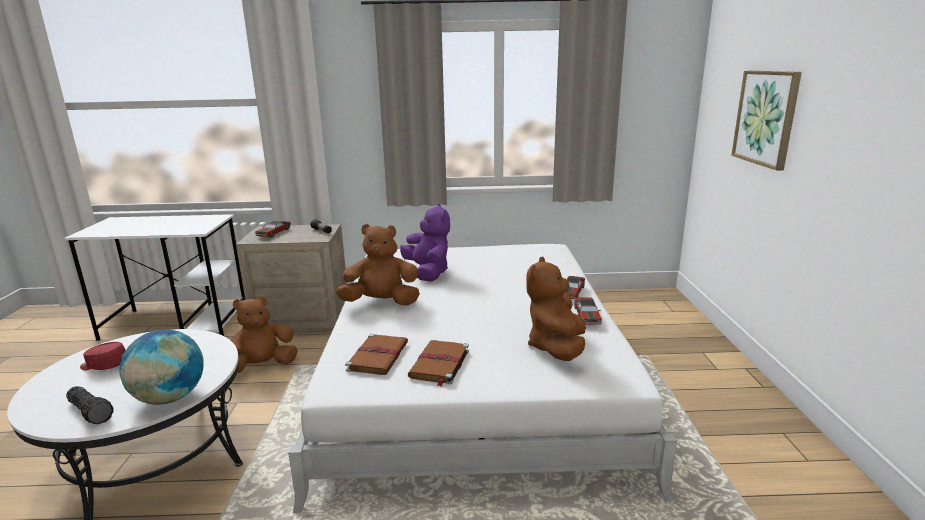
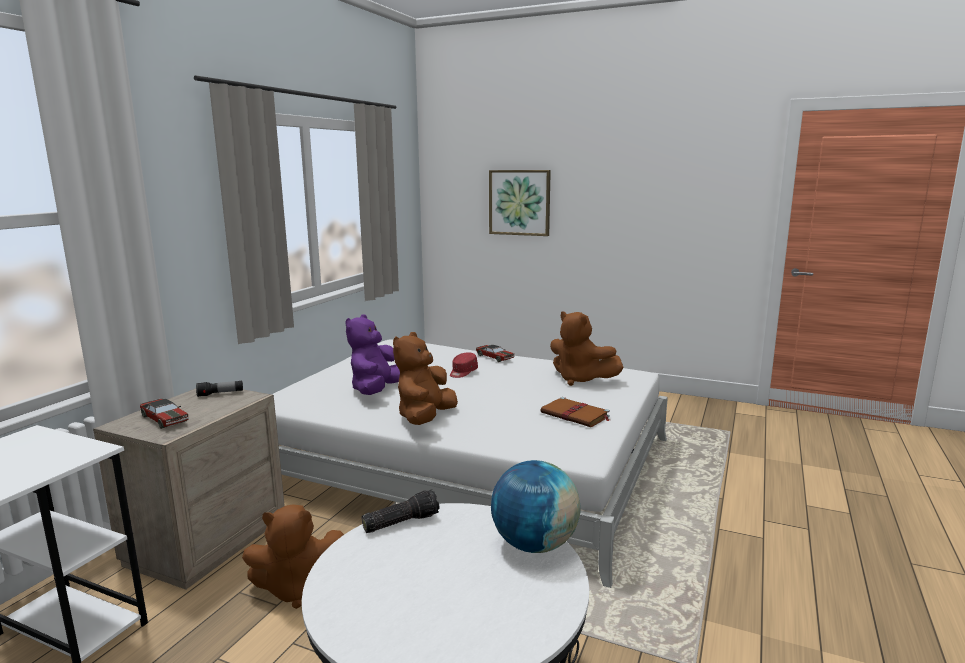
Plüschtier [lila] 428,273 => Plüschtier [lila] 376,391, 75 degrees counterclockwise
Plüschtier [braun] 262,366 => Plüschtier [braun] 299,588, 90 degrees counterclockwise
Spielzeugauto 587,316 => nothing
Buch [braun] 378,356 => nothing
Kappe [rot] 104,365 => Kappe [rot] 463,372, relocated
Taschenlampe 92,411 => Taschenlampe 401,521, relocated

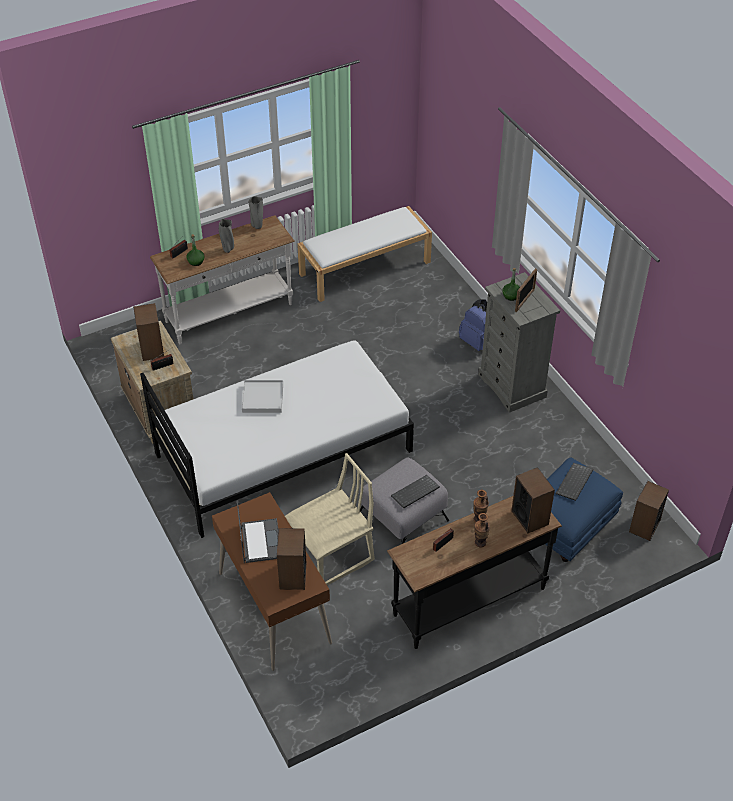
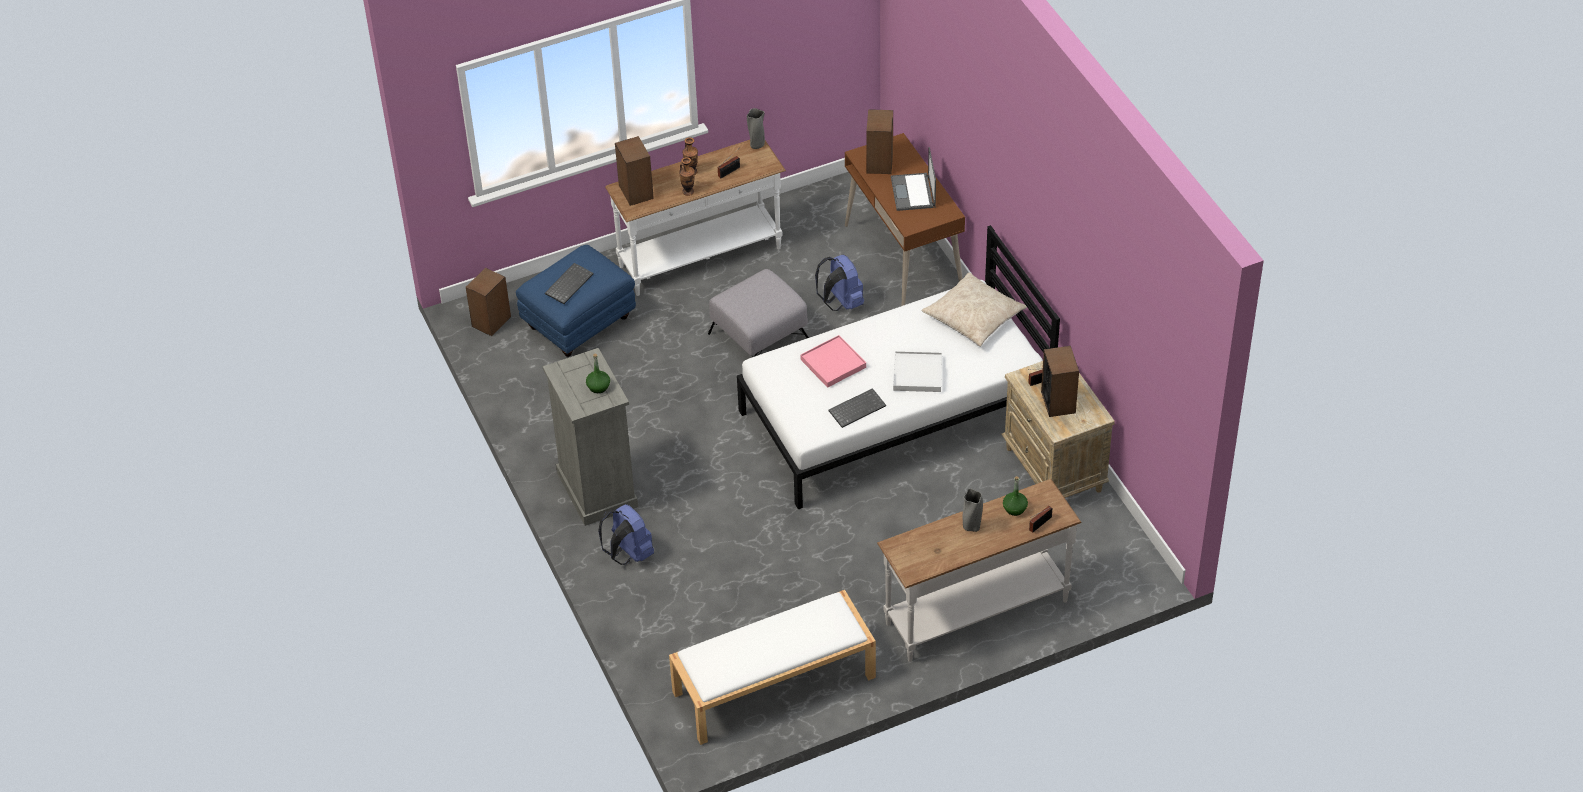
Vase [grau] 257,226 => Vase [grau] 757,145, relocated
Bilderrahmen 524,300 => nothing
Stuhl [beige] 332,555 => Rucksack [blau] 841,303
Tastatur 415,493 => Tastatur 857,408, relocated
Konsolentisch [schwarz] 468,600 => Konsolentisch [weiß] 701,258
nothing => Kissen [beige] 973,317
nothing => Tablett [rosa] 833,363

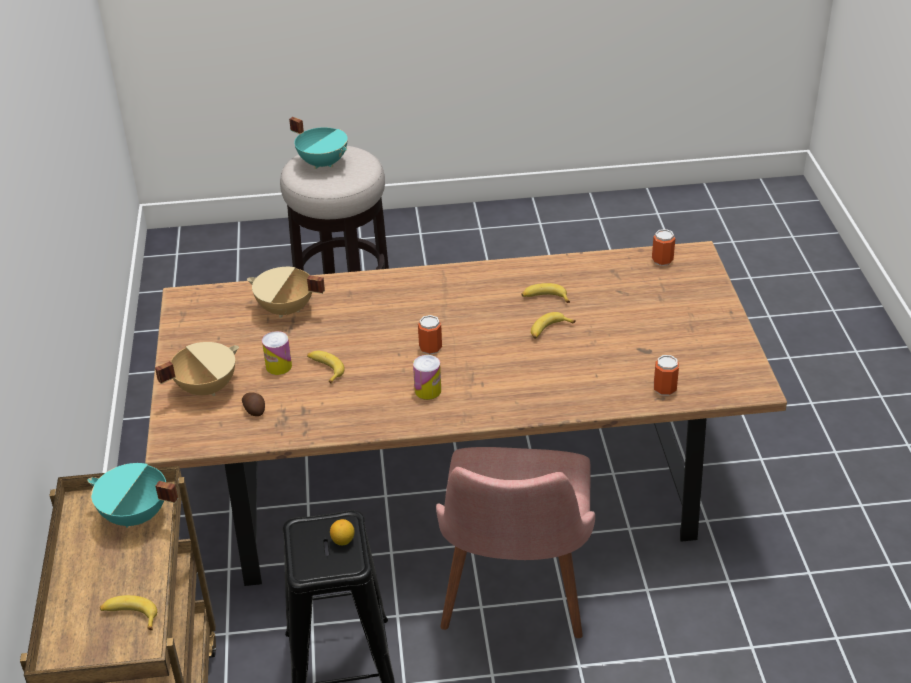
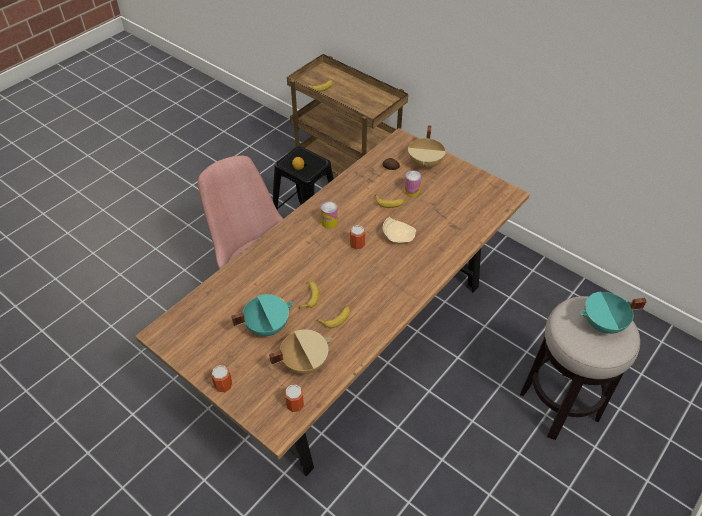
Kochtopf [beige] 285,310 => Kochtopf [beige] 304,362, relocated
Dose 664,389 => Dose 223,385, relocated
Kochtopf [türkis] 135,516 => Kochtopf [türkis] 267,326, relocated
nothing => Teller [beige] 398,235

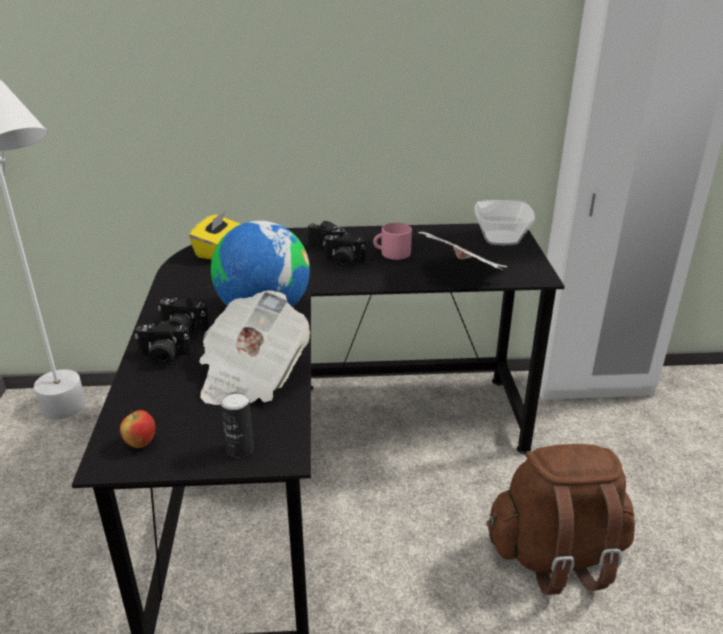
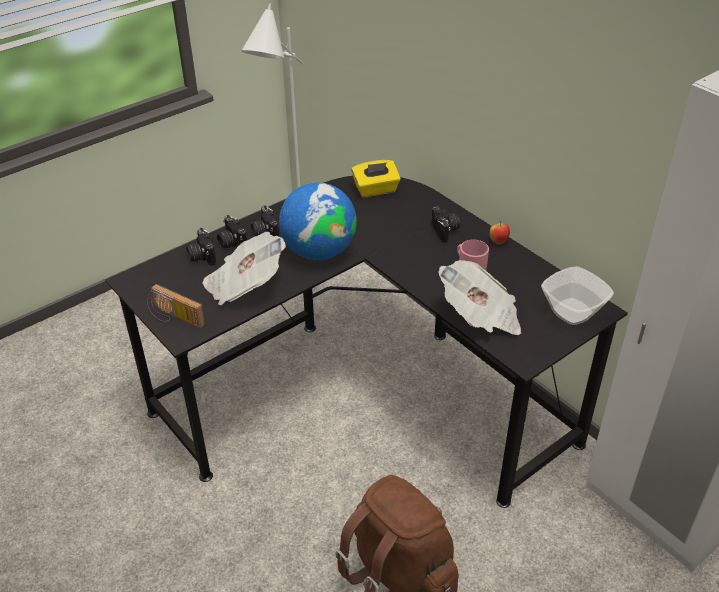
Kamera 343,262 => Kamera 201,256, relocated
Dose 240,449 => Radio 174,318
Apfel 141,443 => Apfel 498,242, relocated

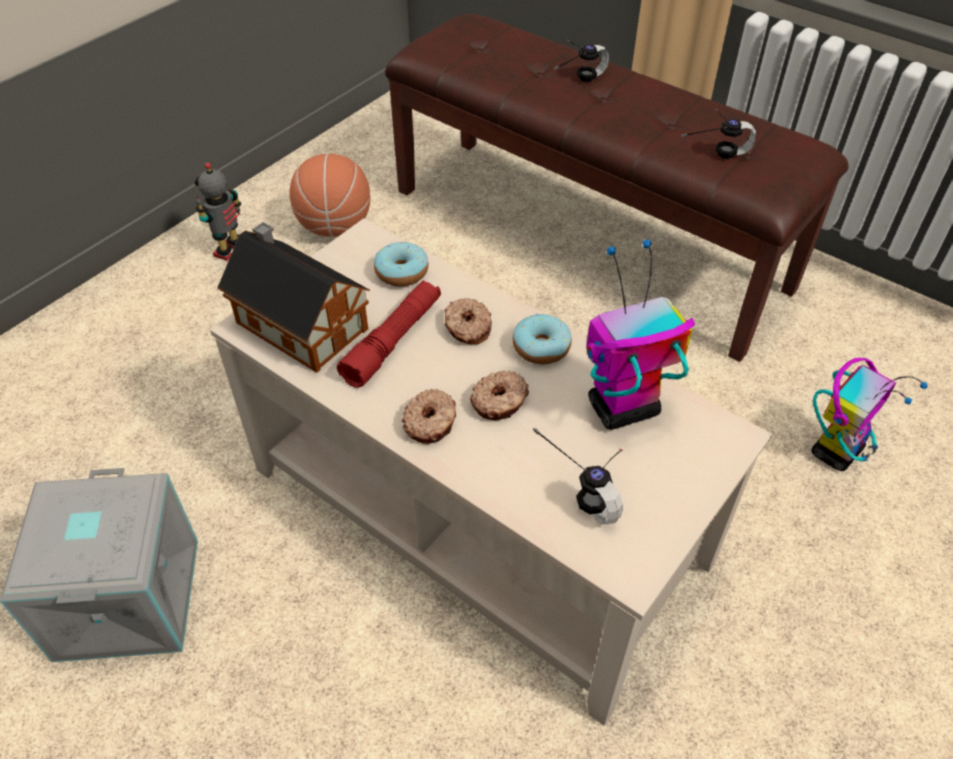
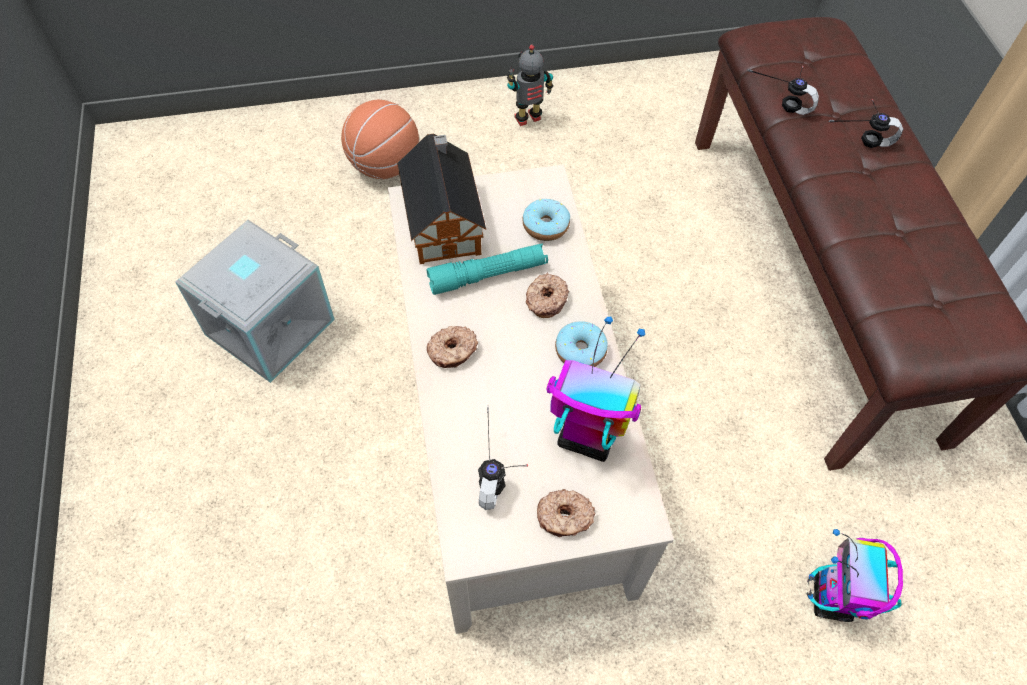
Kopfhörer 709,151 => Kopfhörer 780,99, relocated
Basketball 335,226 => Basketball 385,165, relocated
Taschenlampe [rot] 393,341 => Taschenlampe [türkis] 488,275
Spielzeugroboter 836,451 => Spielzeugroboter 831,599, 105 degrees clockwise
Donut 500,402 => Donut 564,517, relocated

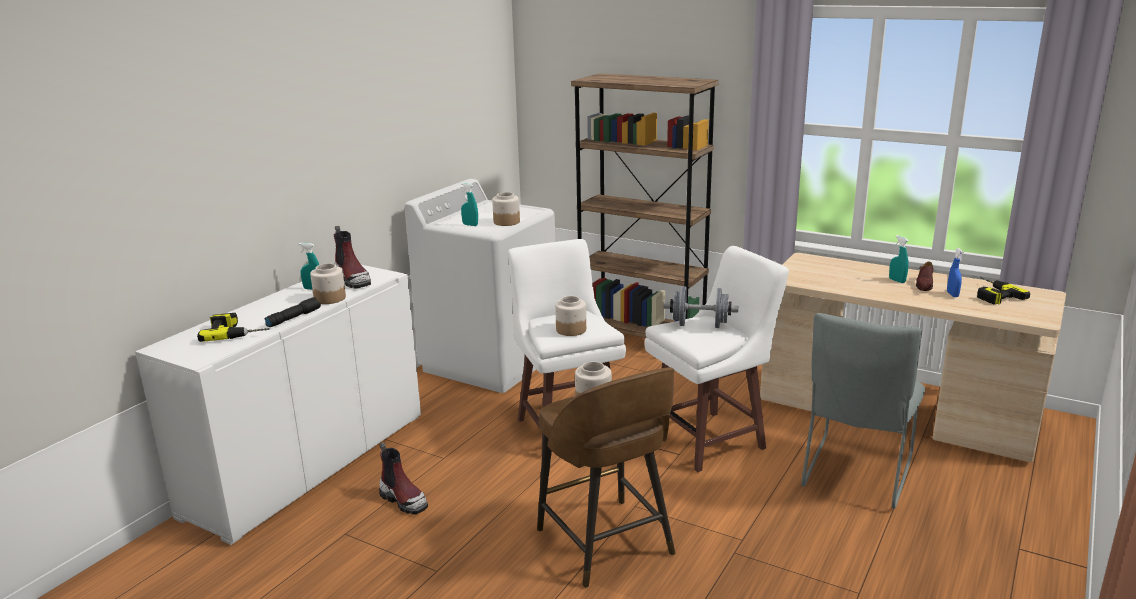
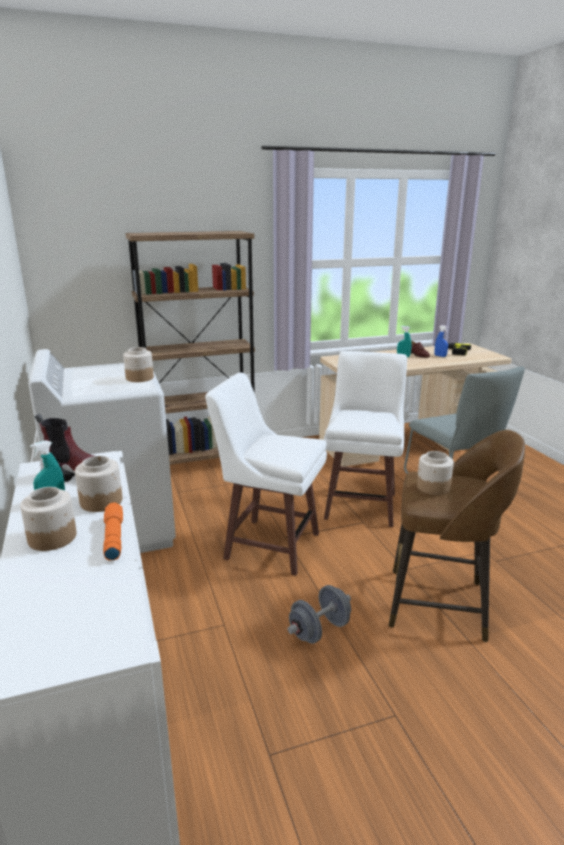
Sprühflasche [türkis] 470,225 => nothing
Hantel [grau] 700,325 => Hantel [grau] 319,630, relocated
Vorratsglas 570,330 => Vorratsglas 51,538, relocated
Taschenlampe [schwarz] 293,318 => Taschenlampe [orange] 113,537
Bohrmaschine 237,331 => nothing
Stiefel 404,500 => nothing

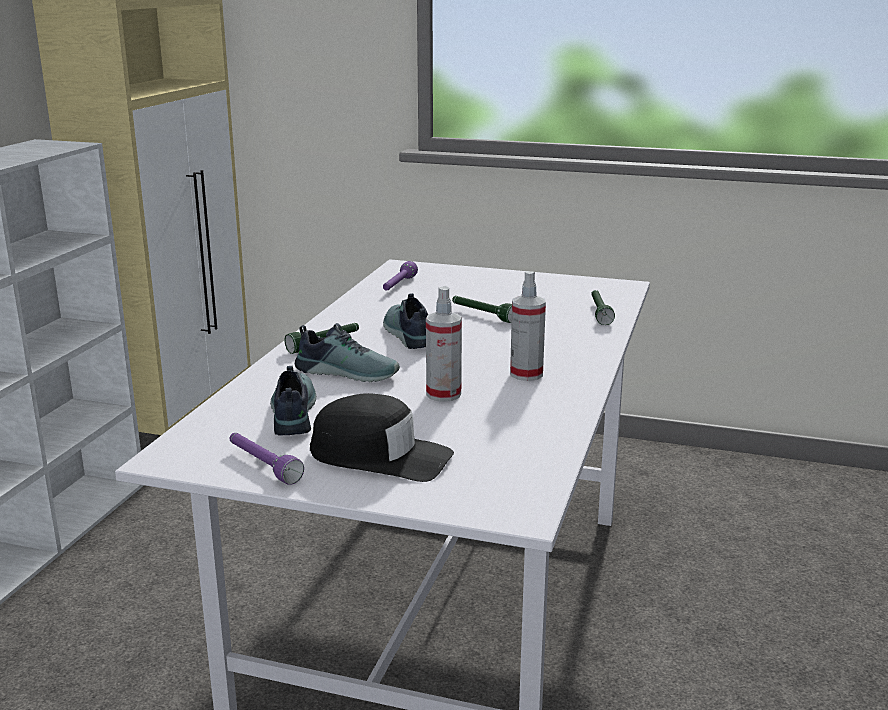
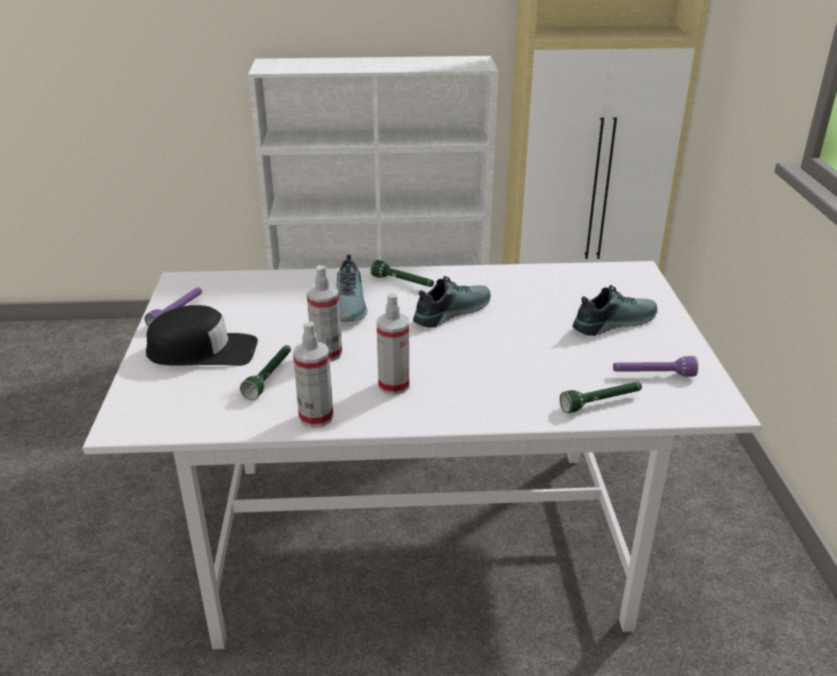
Taschenlampe [lila] 398,285 => Taschenlampe [lila] 652,375, relocated
Taschenlampe [grün] 482,315 => Taschenlampe [grün] 270,377, relocated
Schuh 291,413 => Schuh 612,322, relocated
Kappe [schwarz] 380,456 => Kappe [schwarz] 203,351, 90 degrees counterclockwise
nothing => Sprühflasche 316,417

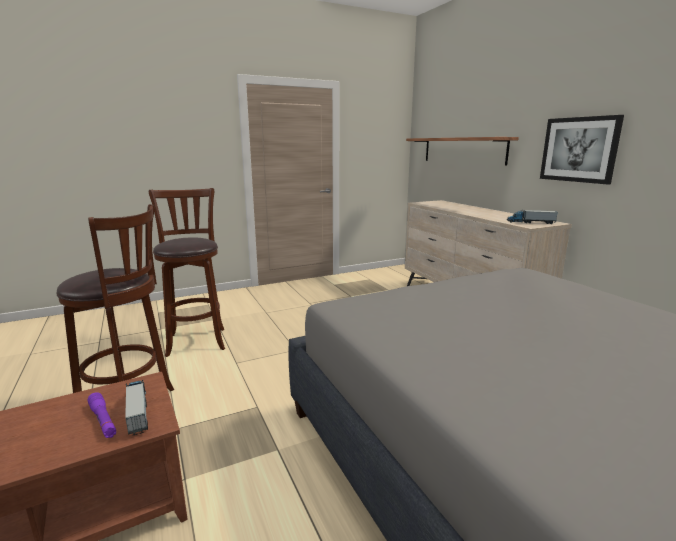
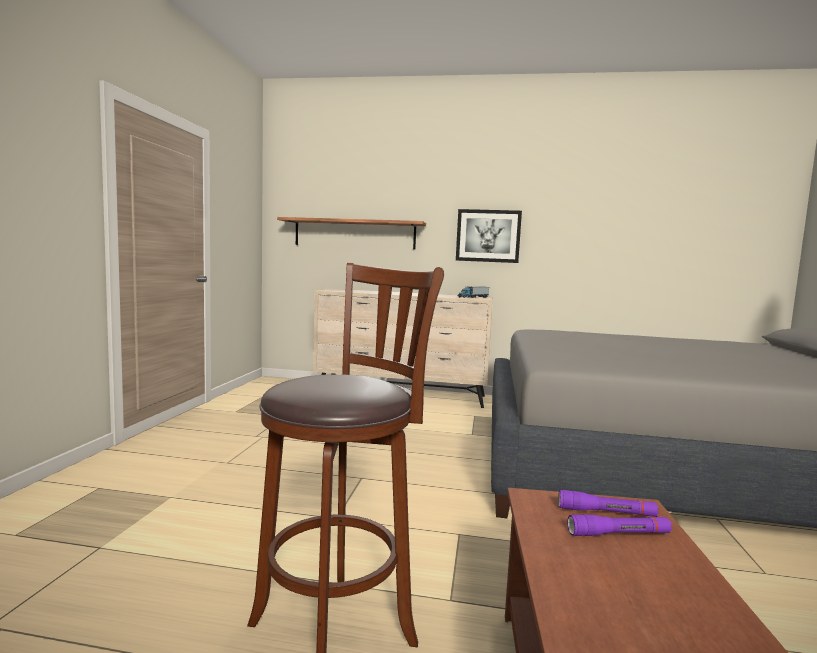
Hocker [braun] 196,340 => nothing
Spielzeuglaster 138,411 => Taschenlampe [lila] 606,512

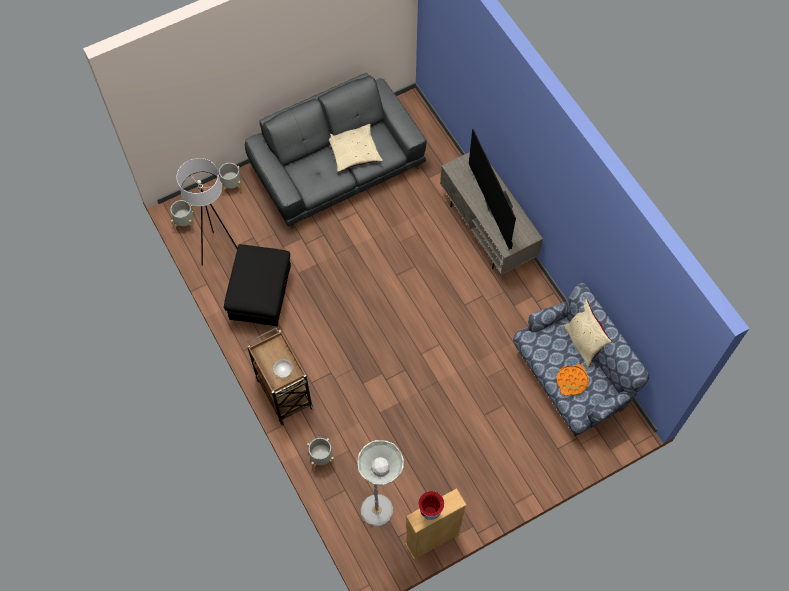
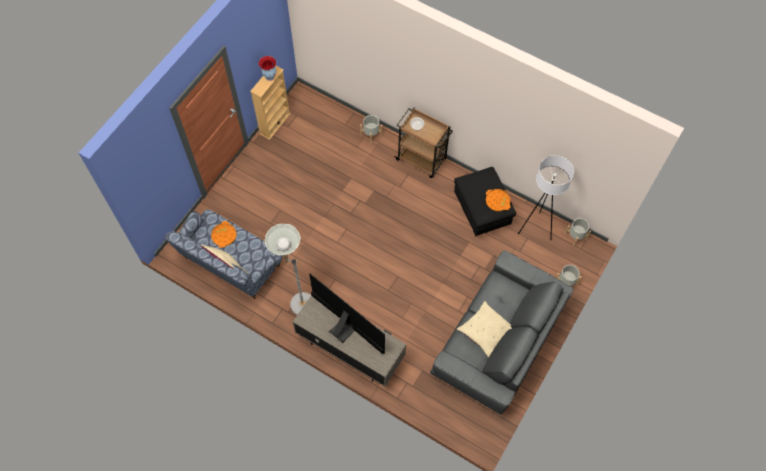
Stehlampe [grau] 381,516 => Stehlampe [grau] 297,301, relocated
nothing => Tablett [orange] 497,201

